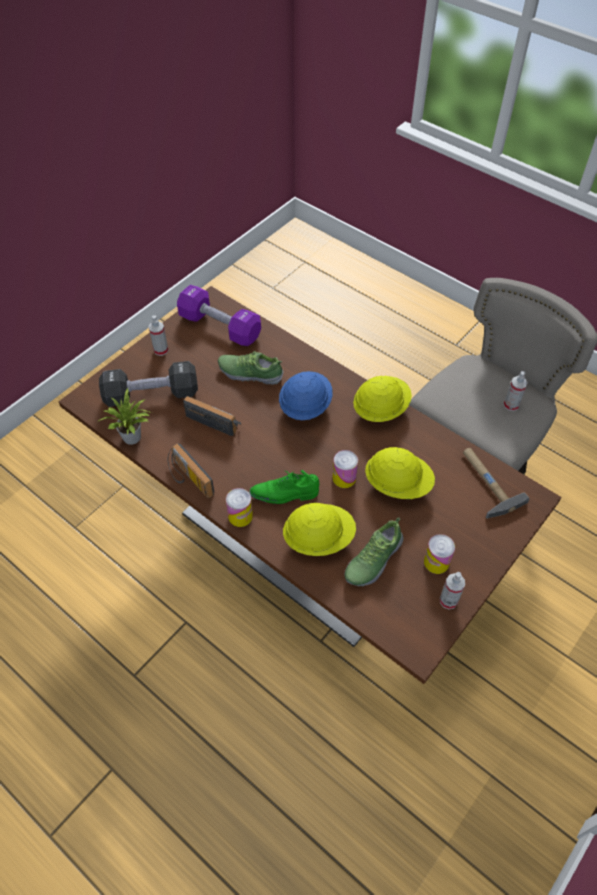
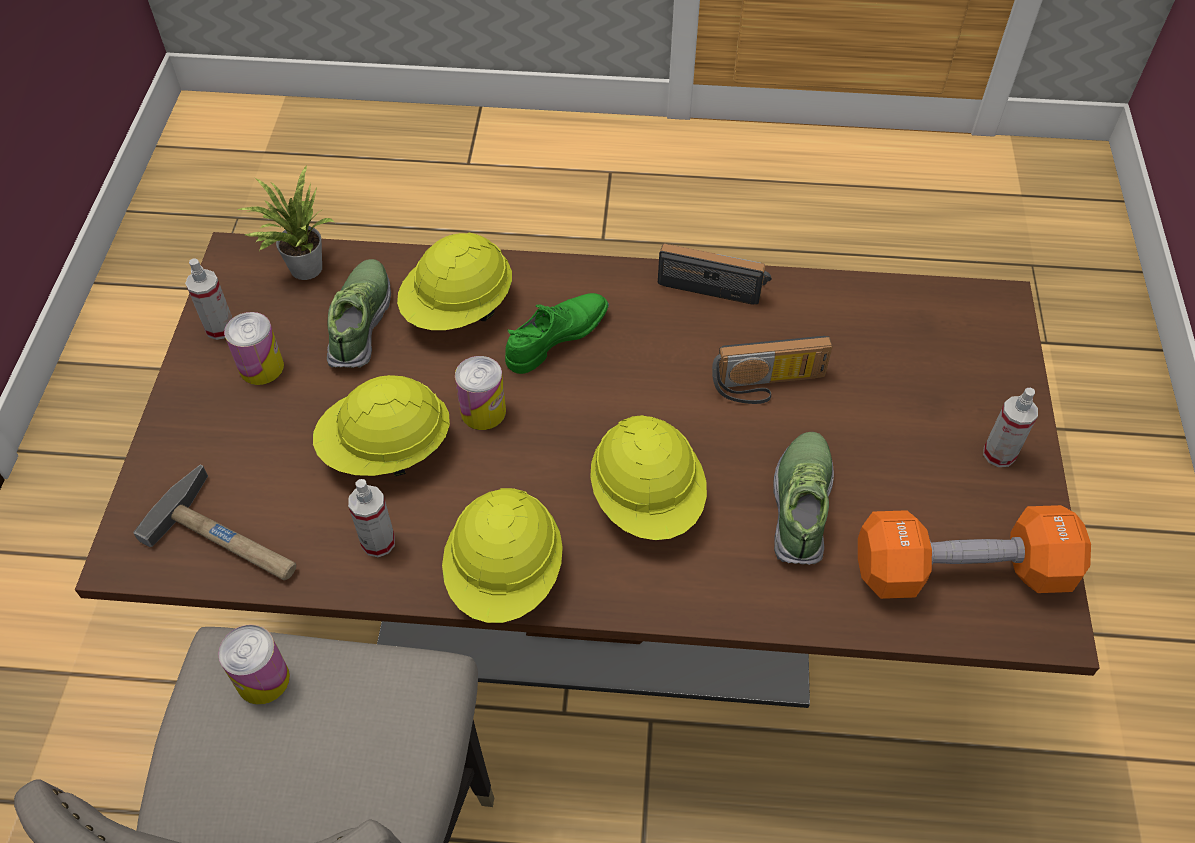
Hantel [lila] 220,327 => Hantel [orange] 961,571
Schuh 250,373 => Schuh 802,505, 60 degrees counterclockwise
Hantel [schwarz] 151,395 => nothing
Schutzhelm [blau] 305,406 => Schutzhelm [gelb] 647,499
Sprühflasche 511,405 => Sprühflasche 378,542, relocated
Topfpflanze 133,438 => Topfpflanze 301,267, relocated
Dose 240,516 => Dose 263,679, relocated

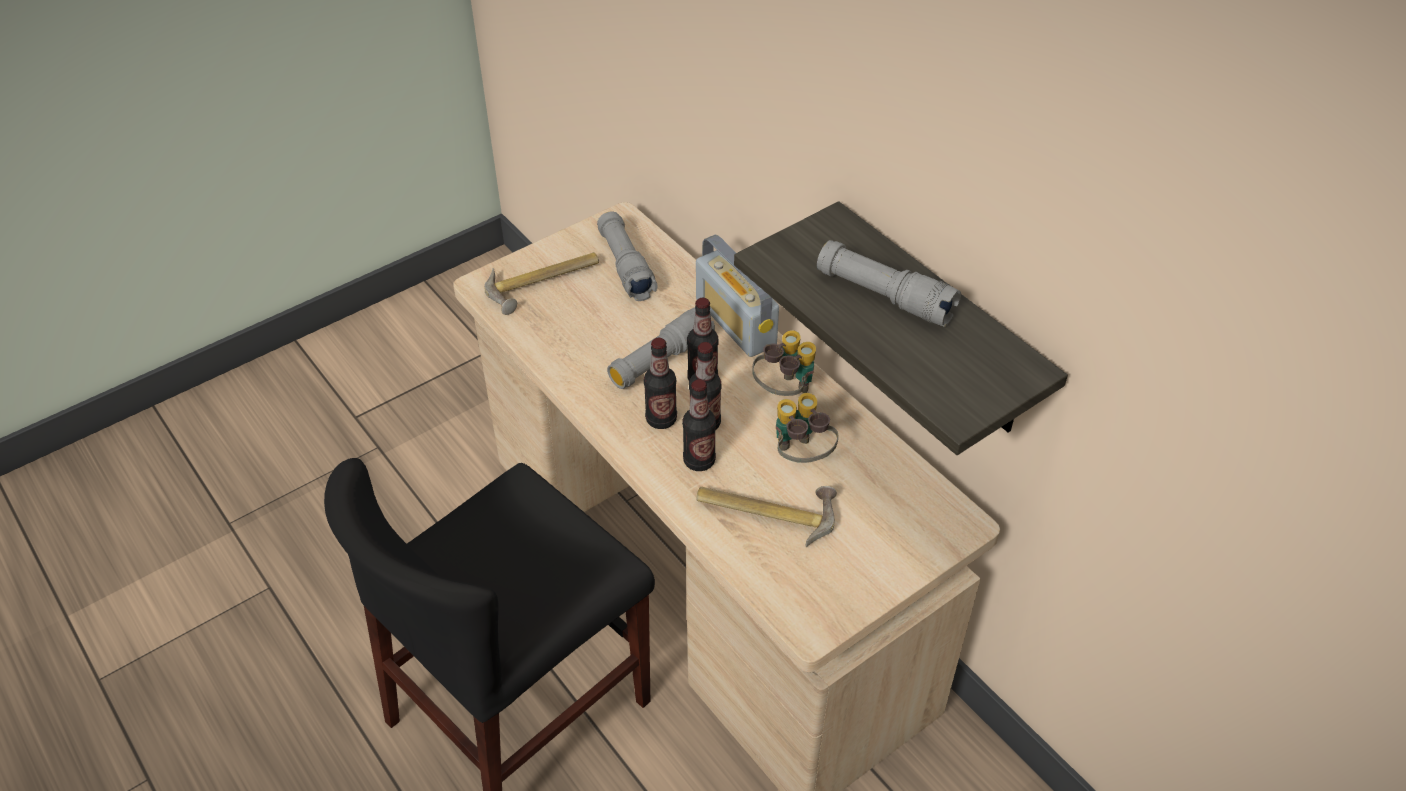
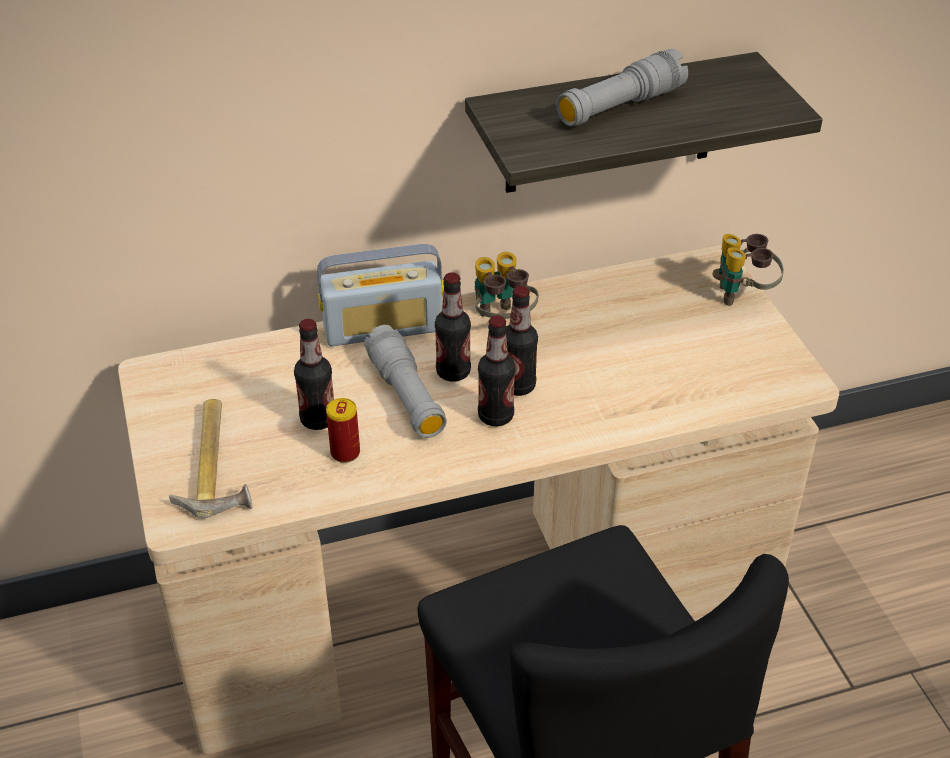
Taschenlampe [grau] 626,266 => nothing
Flasche 699,461 => Flasche 318,420, relocated
Fernglas 801,456 => Fernglas 743,295, relocated
Hammer 766,510 => nothing
nothing => Dose 345,453

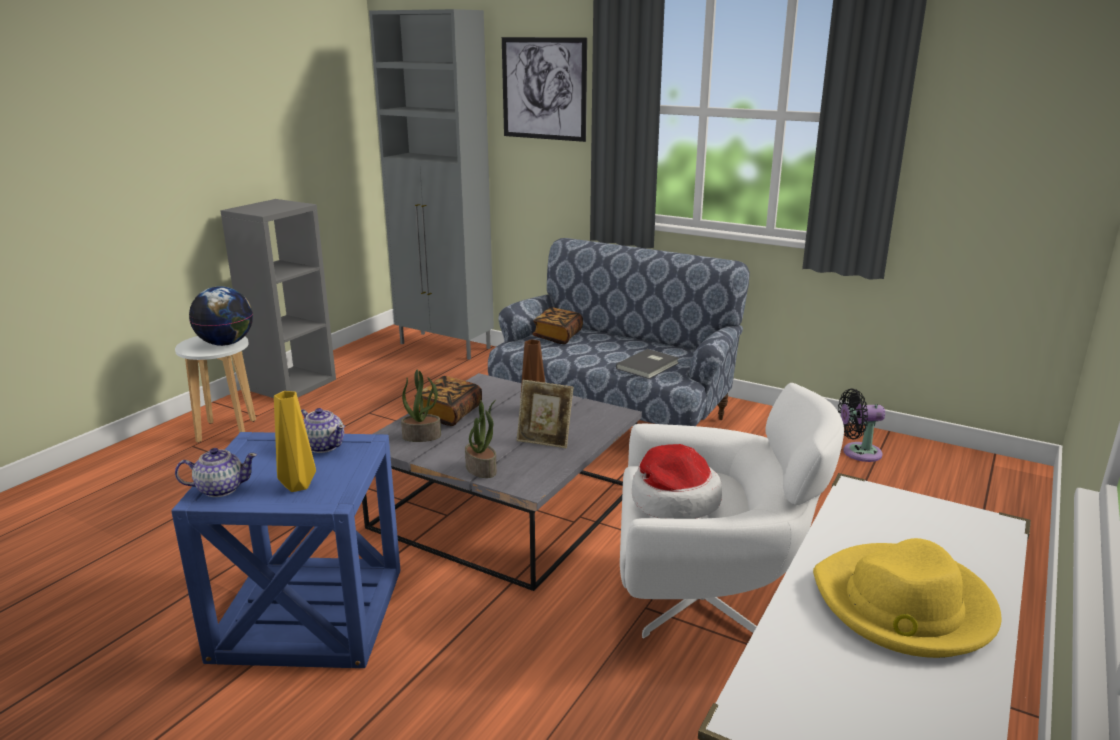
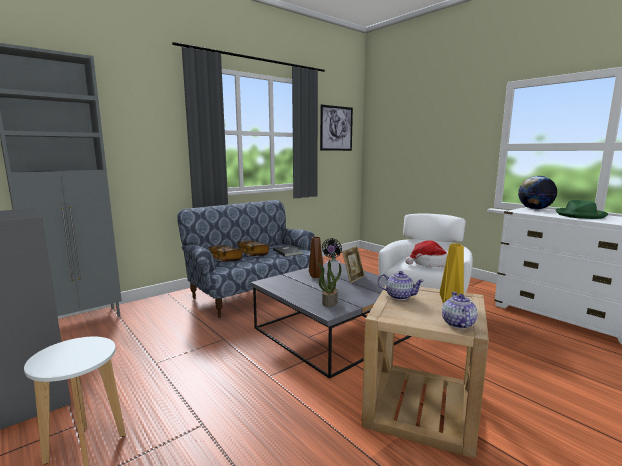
Bild 544,89 => Bild 336,128, relocated
Globus 226,343 => Globus 535,209, relocated
Buch 449,413 => Buch 252,254, relocated
Topfpflanze 482,469 => nothing
Teekanne 323,446 => Teekanne 399,296, 60 degrees clockwise
Beistelltisch [blau] 309,613 => Beistelltisch [beige] 421,407
Hut [gelb] 904,606 => Hut [grün] 580,215

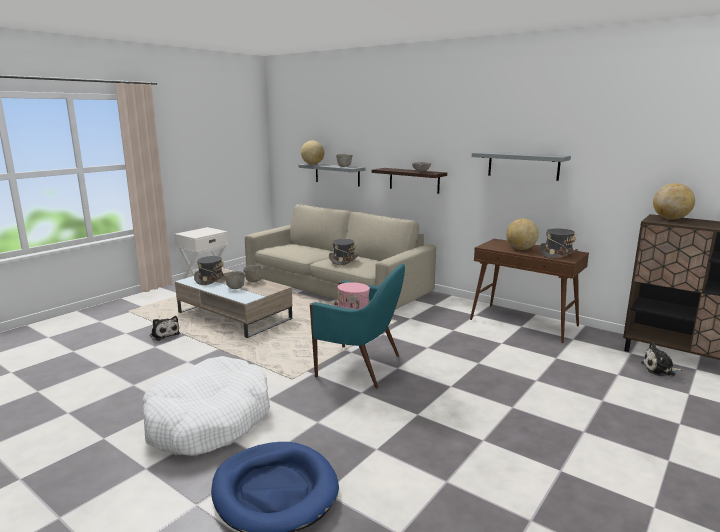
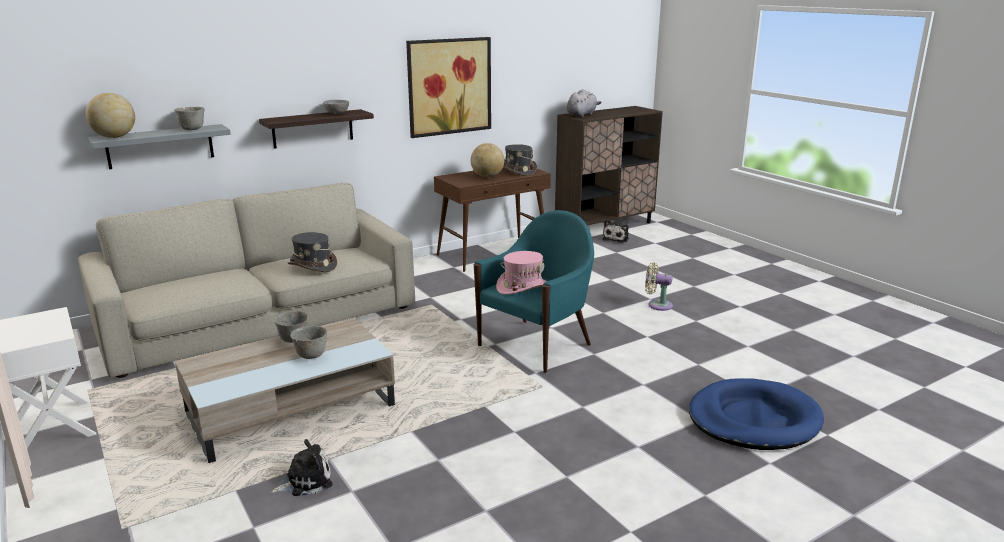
Wandregal [grau] 523,165 => Bild 449,86
Globus 670,219 => Plüschtier [grau] 582,115
Hut [grau] 211,279 => nothing
Hundebett [weiß] 208,420 => nothing
nothing => Ventilator [beige] 657,305

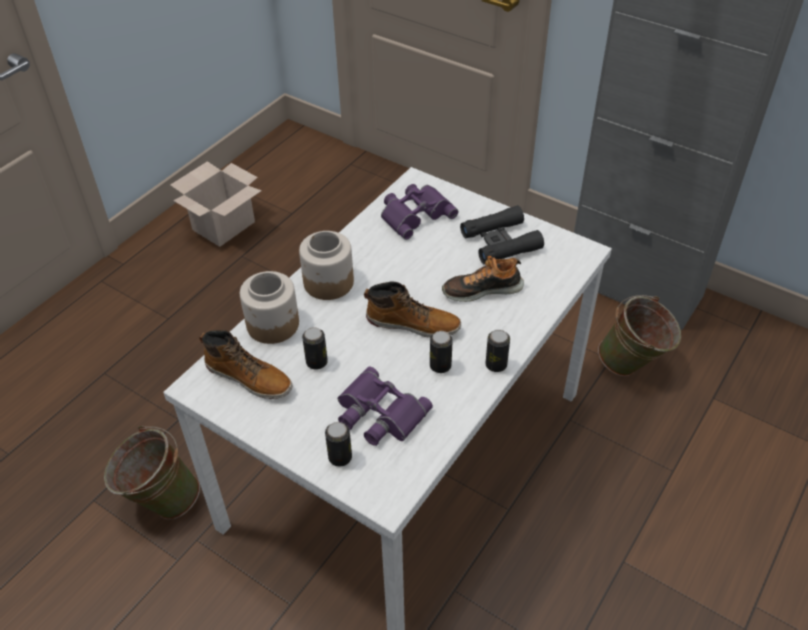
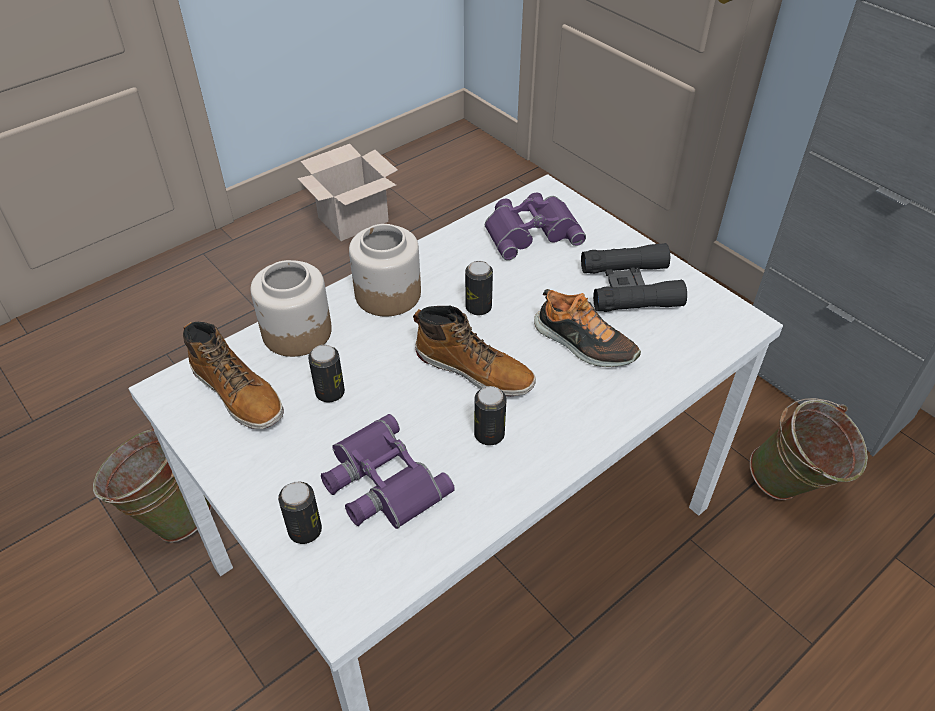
Schuh 482,289 => Schuh 583,344, 150 degrees counterclockwise
Dose 496,365 => Dose 478,307, relocated

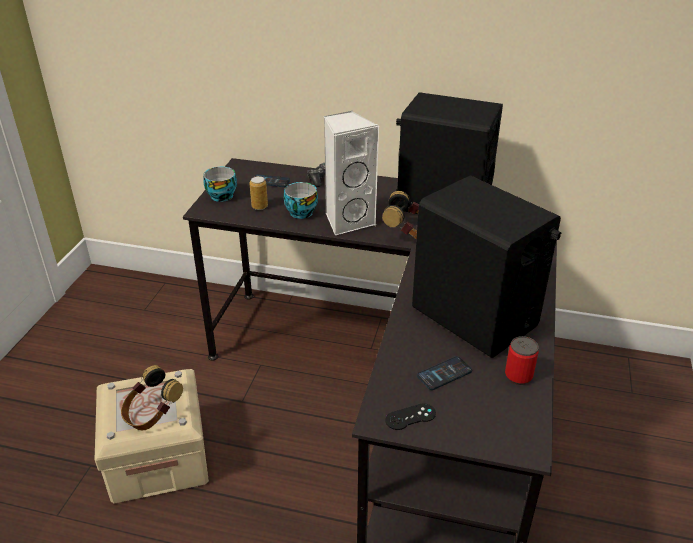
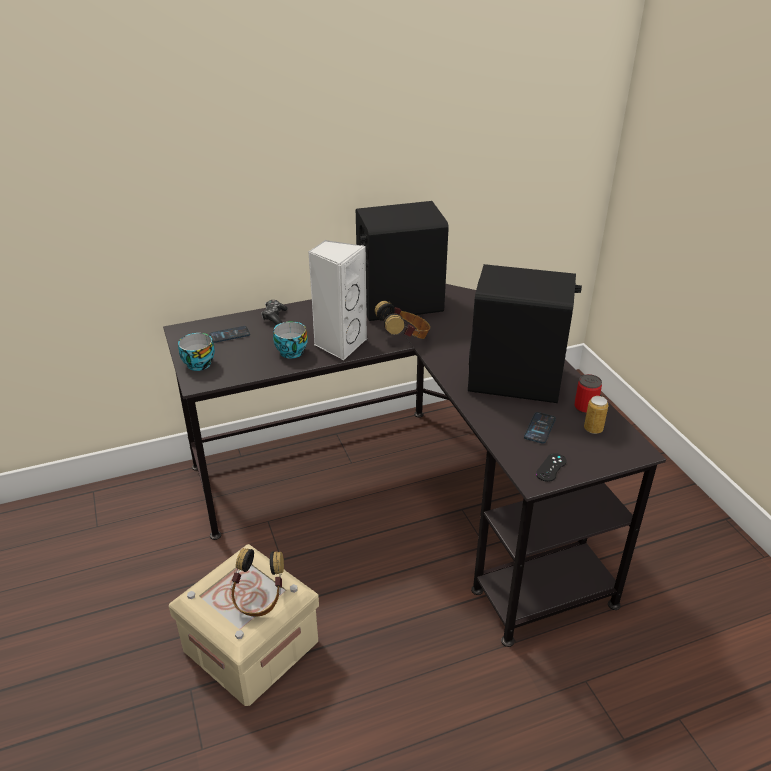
Dose 259,206 => Dose 593,429, relocated

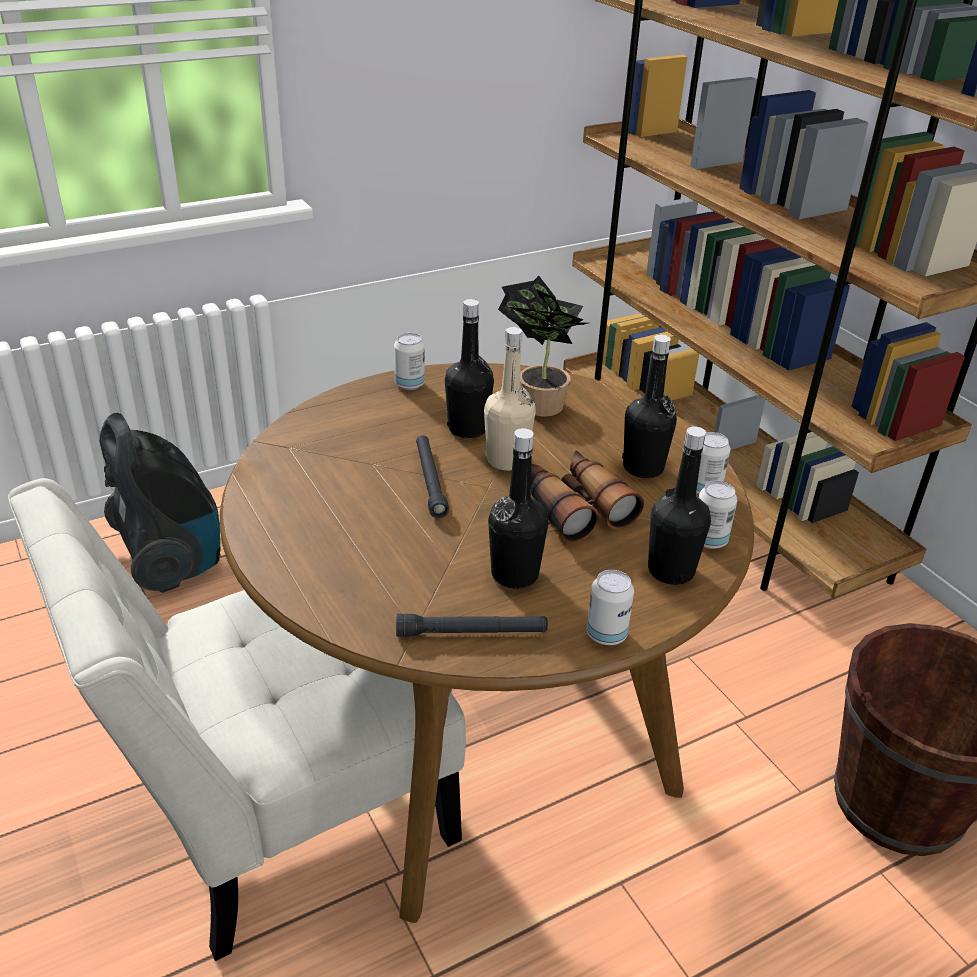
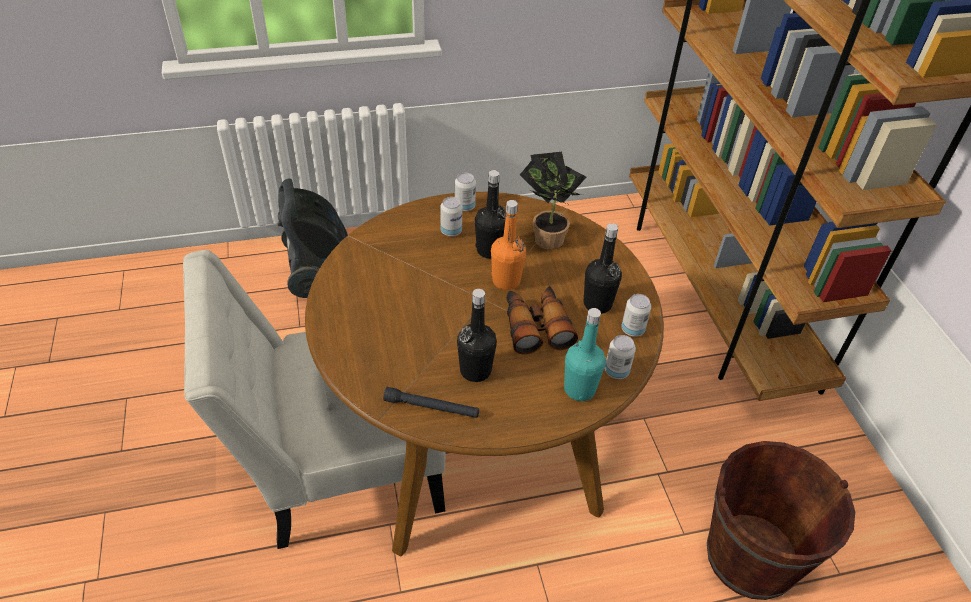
Flasche [beige] 507,460 => Flasche [orange] 506,281
Flasche [schwarz] 671,571 => Flasche [türkis] 579,389
Taschenlampe [schwarz] 430,481 => nothing
Dose 606,635 => Dose 451,231, relocated

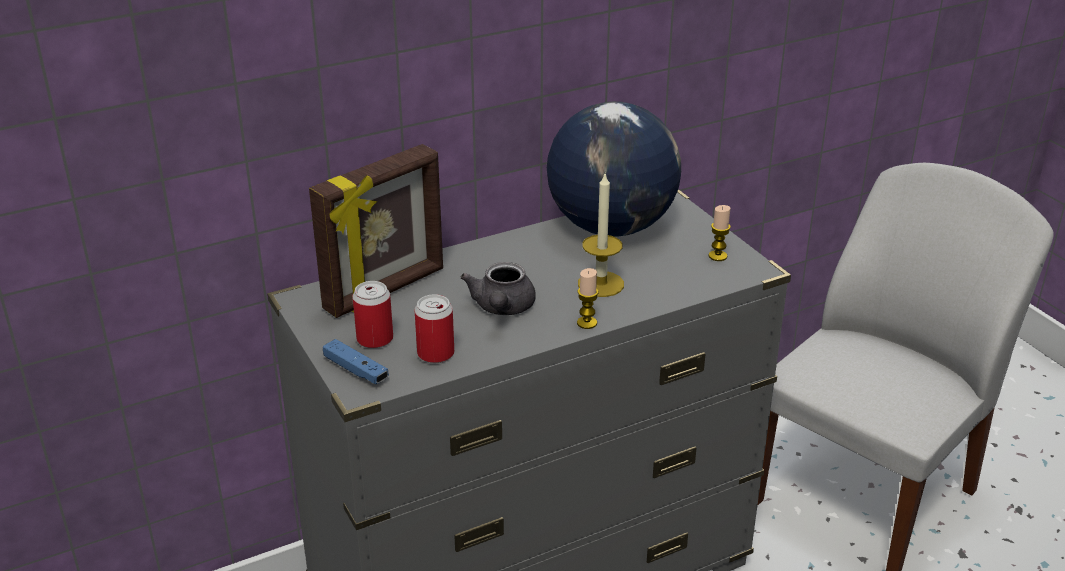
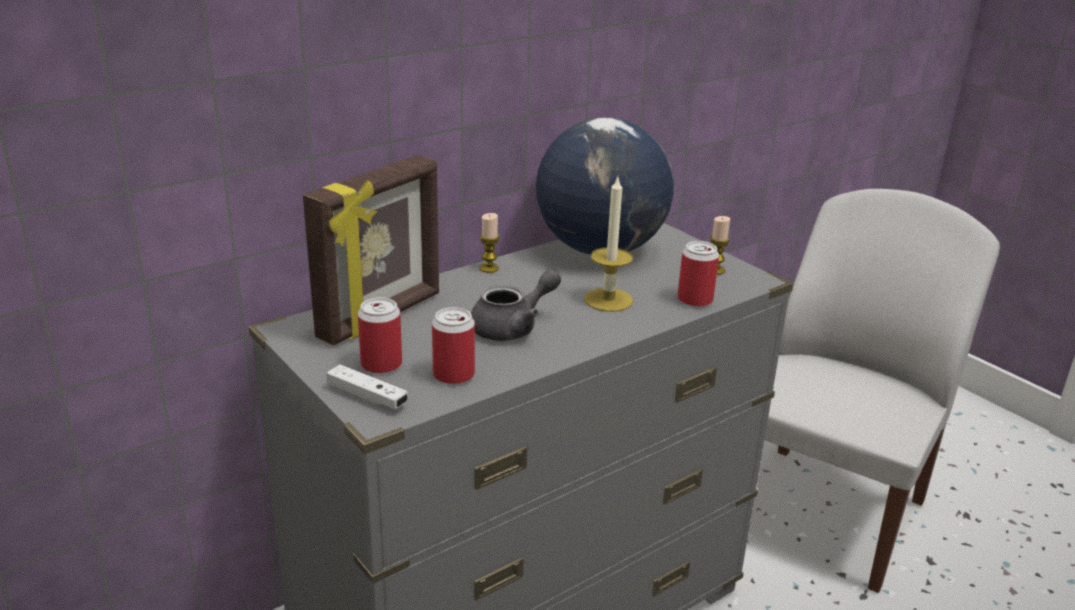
Teekanne [grau] 502,308 => Teekanne [grau] 513,327, 120 degrees counterclockwise
Kerze 587,323 => Kerze 489,268, relocated
Gamepad [blau] 356,370 => Gamepad [weiß] 367,397
nothing => Dose 695,300

